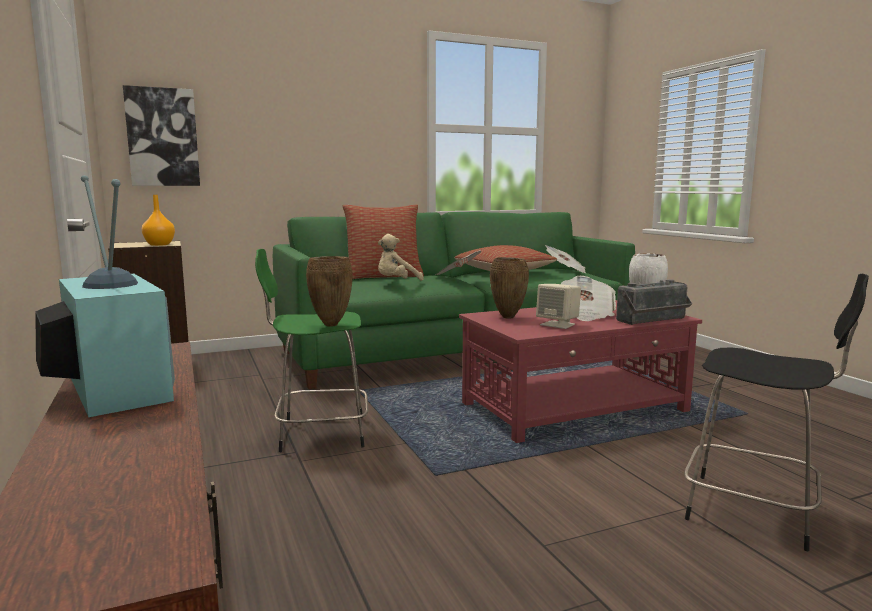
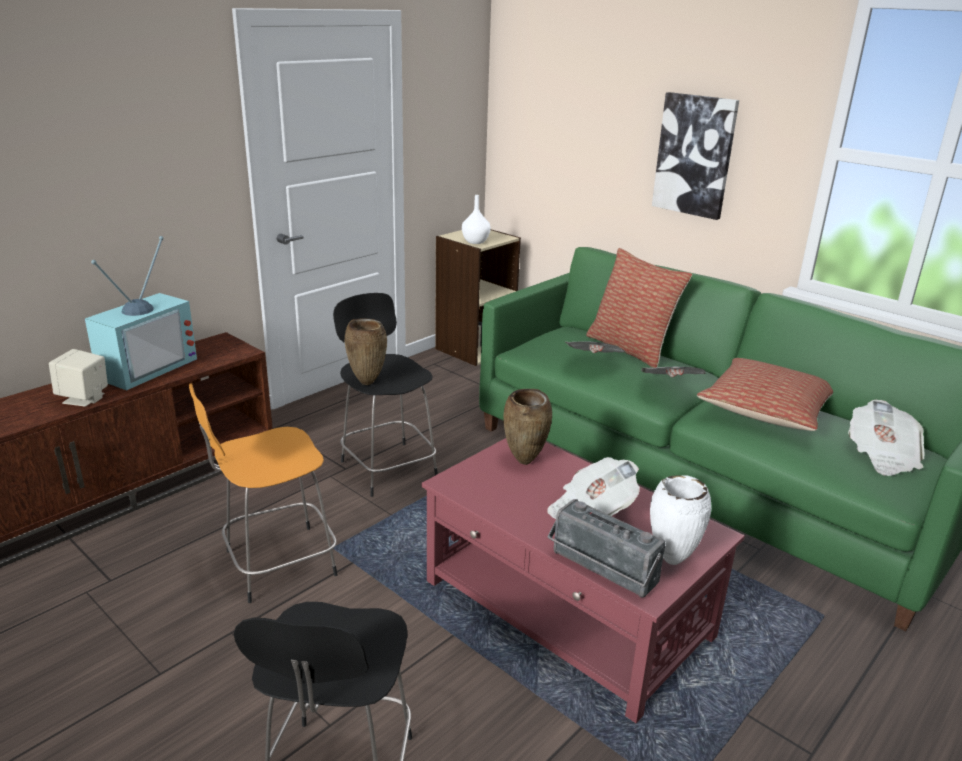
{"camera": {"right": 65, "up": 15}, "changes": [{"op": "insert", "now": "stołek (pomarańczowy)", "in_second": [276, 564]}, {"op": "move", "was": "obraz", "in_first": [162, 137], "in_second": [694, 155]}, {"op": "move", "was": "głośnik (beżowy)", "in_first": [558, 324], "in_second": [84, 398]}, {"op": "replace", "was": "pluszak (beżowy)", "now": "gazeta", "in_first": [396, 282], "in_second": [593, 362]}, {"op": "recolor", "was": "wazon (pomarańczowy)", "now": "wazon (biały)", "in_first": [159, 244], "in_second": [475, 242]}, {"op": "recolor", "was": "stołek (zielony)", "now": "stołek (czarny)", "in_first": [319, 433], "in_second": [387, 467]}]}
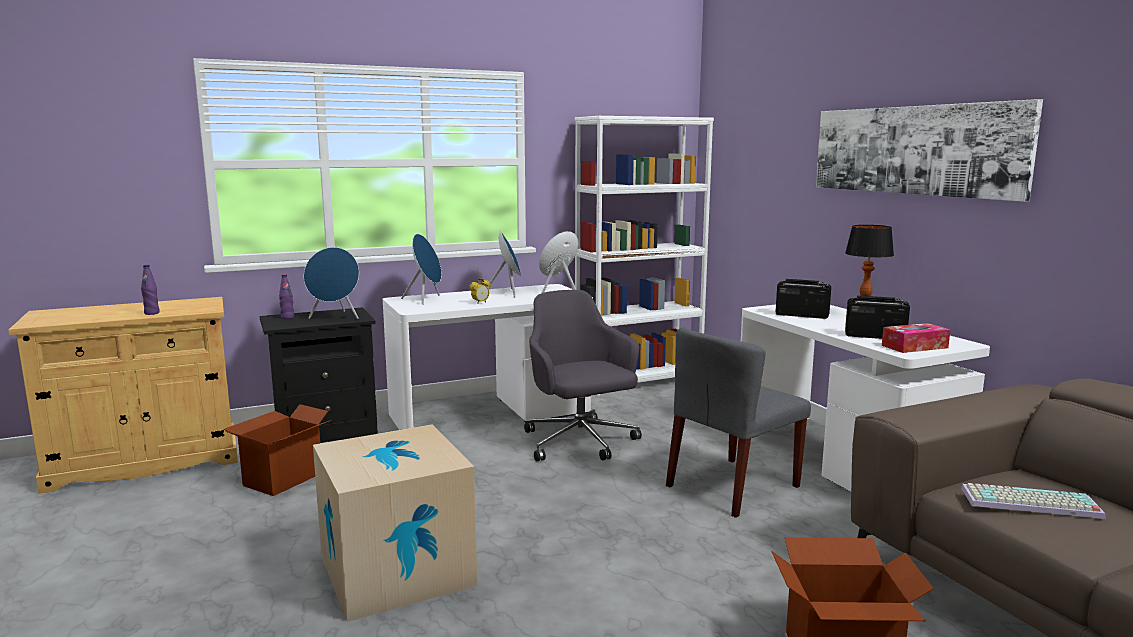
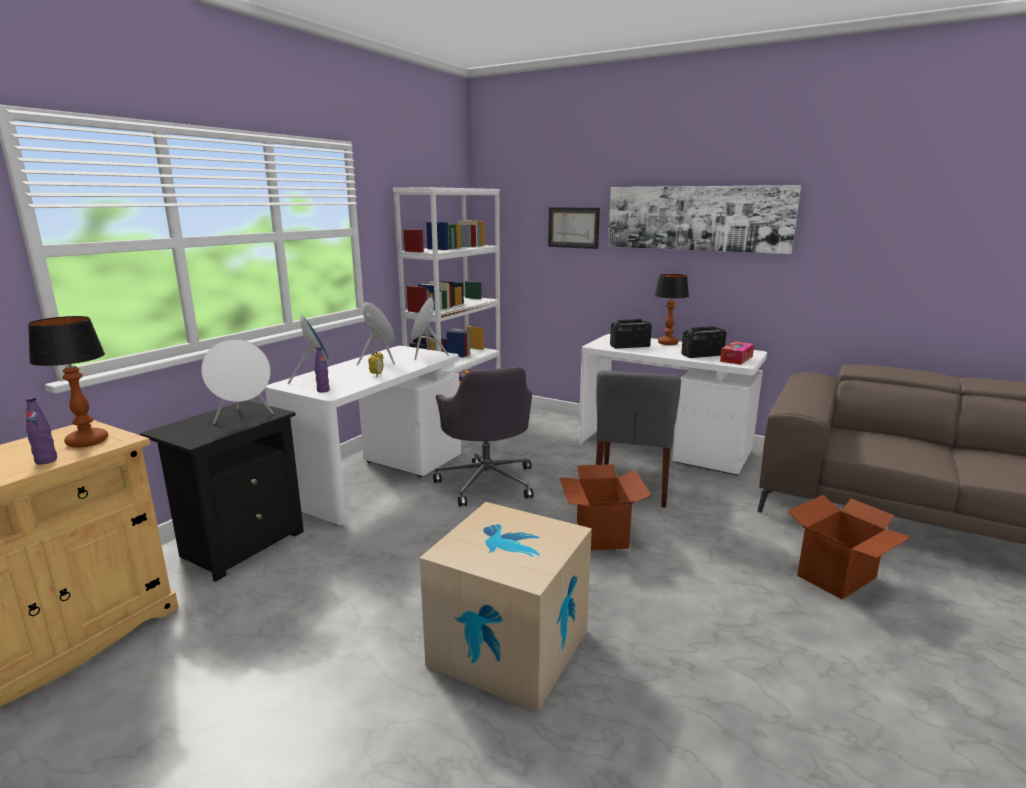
{"camera": {"right": -35, "up": 5}, "changes": [{"op": "delete", "was": "klawiatura", "in_first": [1029, 503]}, {"op": "insert", "now": "lampa stołowa", "in_second": [86, 441]}, {"op": "insert", "now": "obraz", "in_second": [573, 227]}, {"op": "move", "was": "karton", "in_first": [282, 479], "in_second": [600, 534]}, {"op": "move", "was": "butelka (fioletowy)", "in_first": [287, 317], "in_second": [323, 390]}, {"op": "recolor", "was": "głośnik (niebieski)", "now": "głośnik (biały)", "in_first": [335, 317], "in_second": [243, 417]}, {"op": "rotate", "was": "krzesło biurowe (szary)", "in_first": [580, 442], "in_second": [487, 482], "clockwise": -135}]}
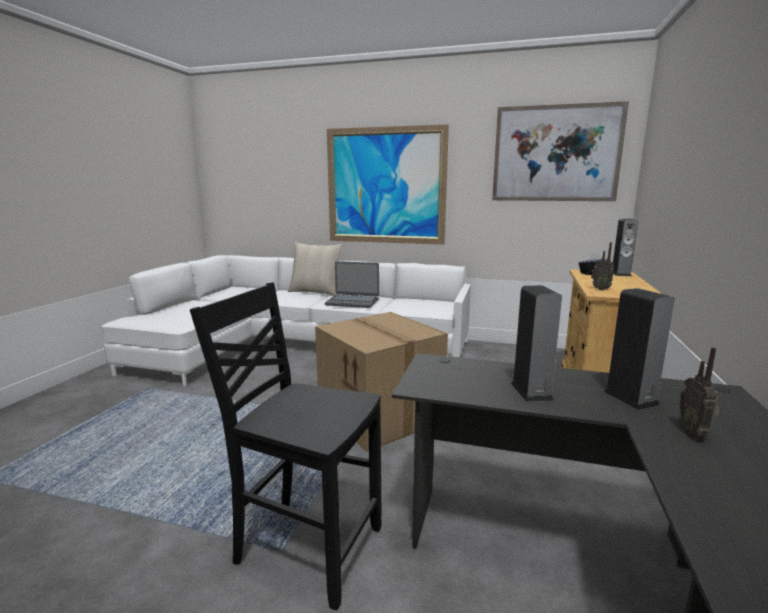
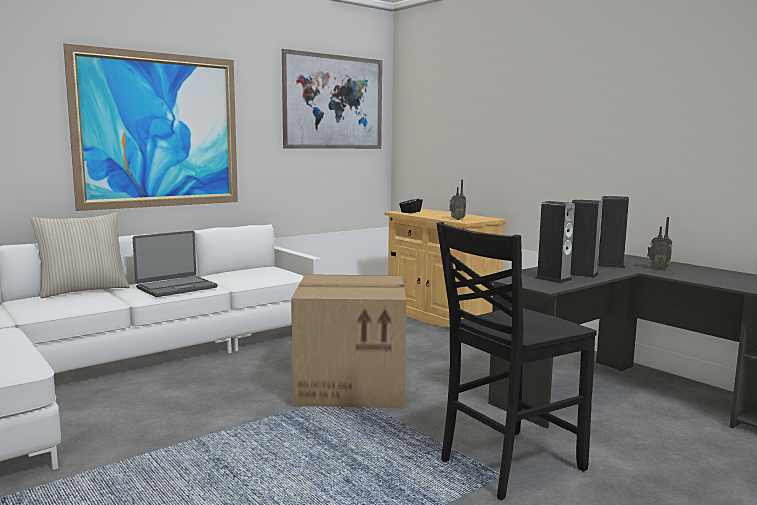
{"camera": {"right": -55, "up": -5}, "changes": [{"op": "move", "was": "głośnik", "in_first": [620, 274], "in_second": [553, 279]}]}
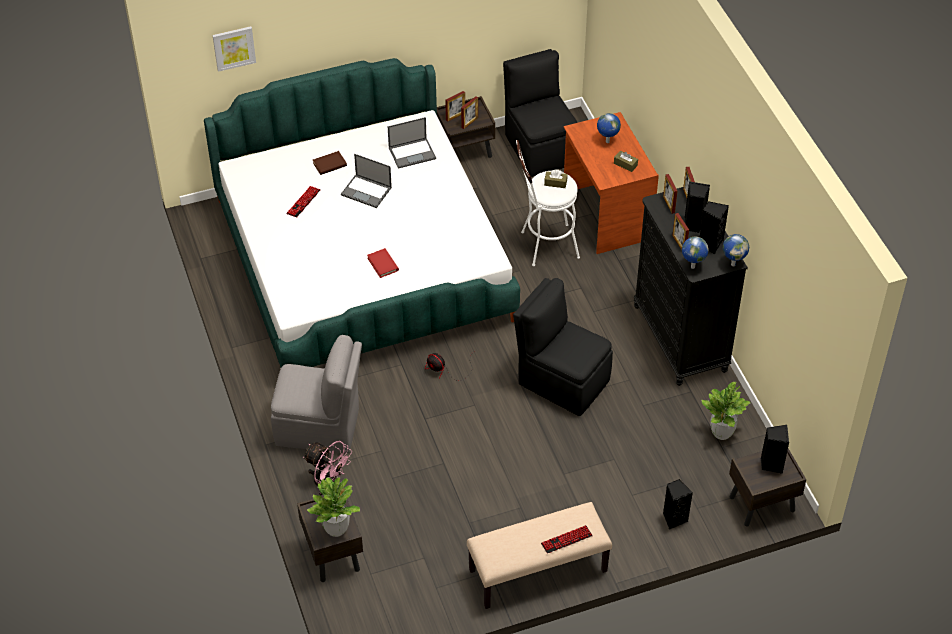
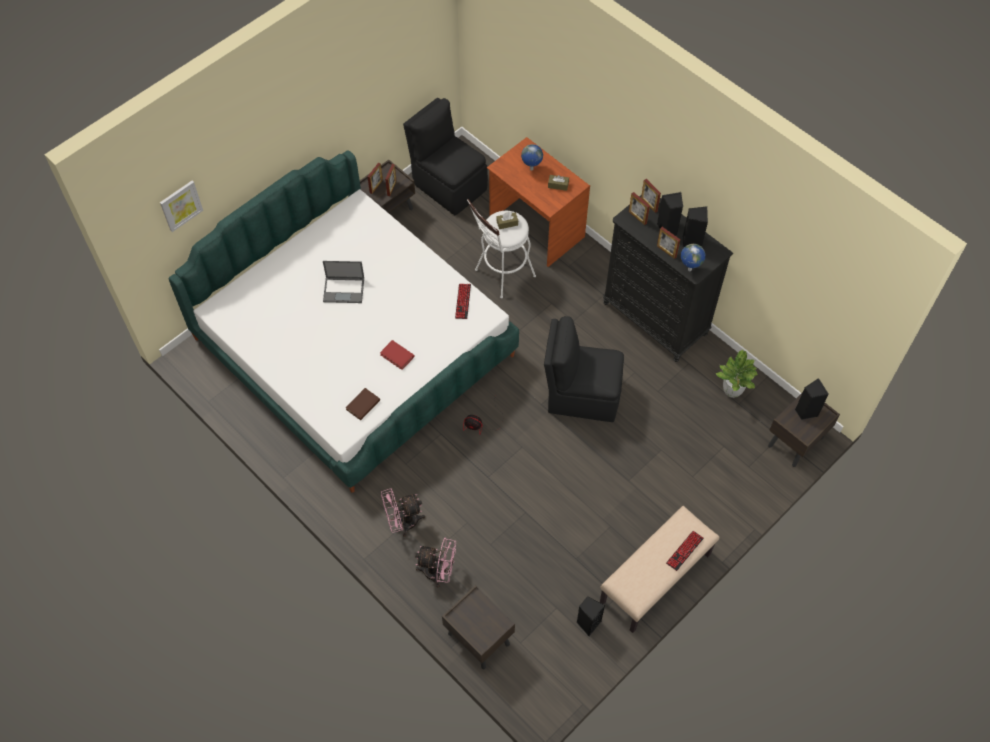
{"camera": {"right": -25, "up": 10}, "changes": [{"op": "delete", "was": "roślina doniczkowa", "in_first": [336, 529]}, {"op": "delete", "was": "laptop", "in_first": [412, 153]}, {"op": "delete", "was": "globus", "in_first": [733, 264]}, {"op": "move", "was": "klawiatura", "in_first": [303, 202], "in_second": [463, 301]}, {"op": "move", "was": "książka (brązowy)", "in_first": [329, 164], "in_second": [363, 405]}, {"op": "move", "was": "głośnik (czarny)", "in_first": [674, 518], "in_second": [588, 623]}, {"op": "replace", "was": "krzesło (szary)", "now": "wentylator (różowy)", "in_first": [320, 427], "in_second": [403, 523]}]}
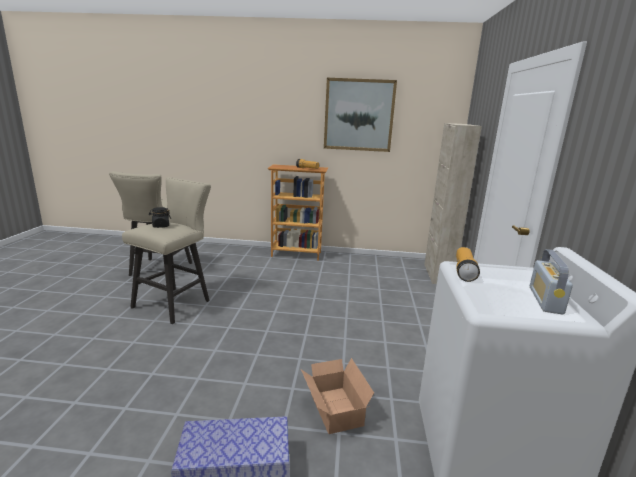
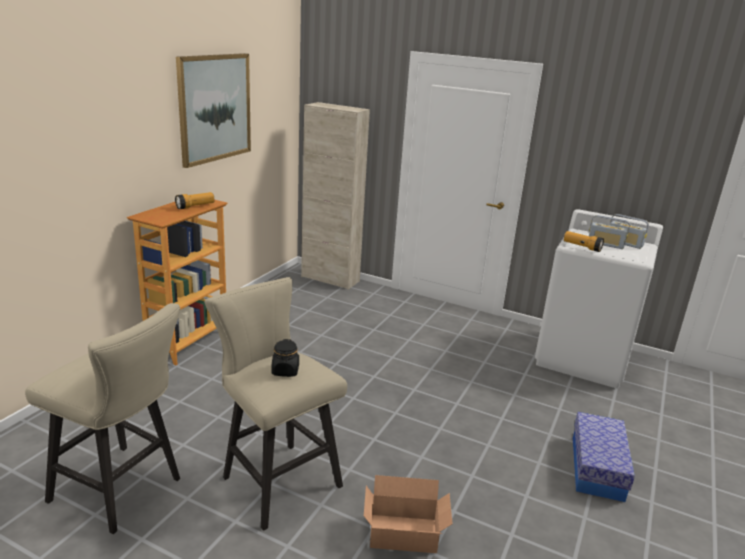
{"camera": {"right": -70, "up": 5}, "changes": [{"op": "insert", "now": "radio", "in_second": [605, 244]}, {"op": "move", "was": "karton", "in_first": [334, 411], "in_second": [405, 535]}]}
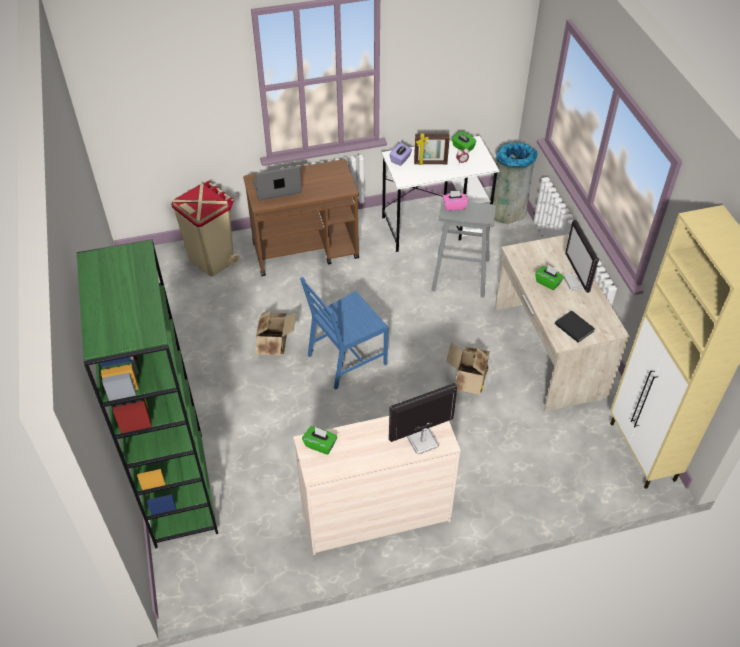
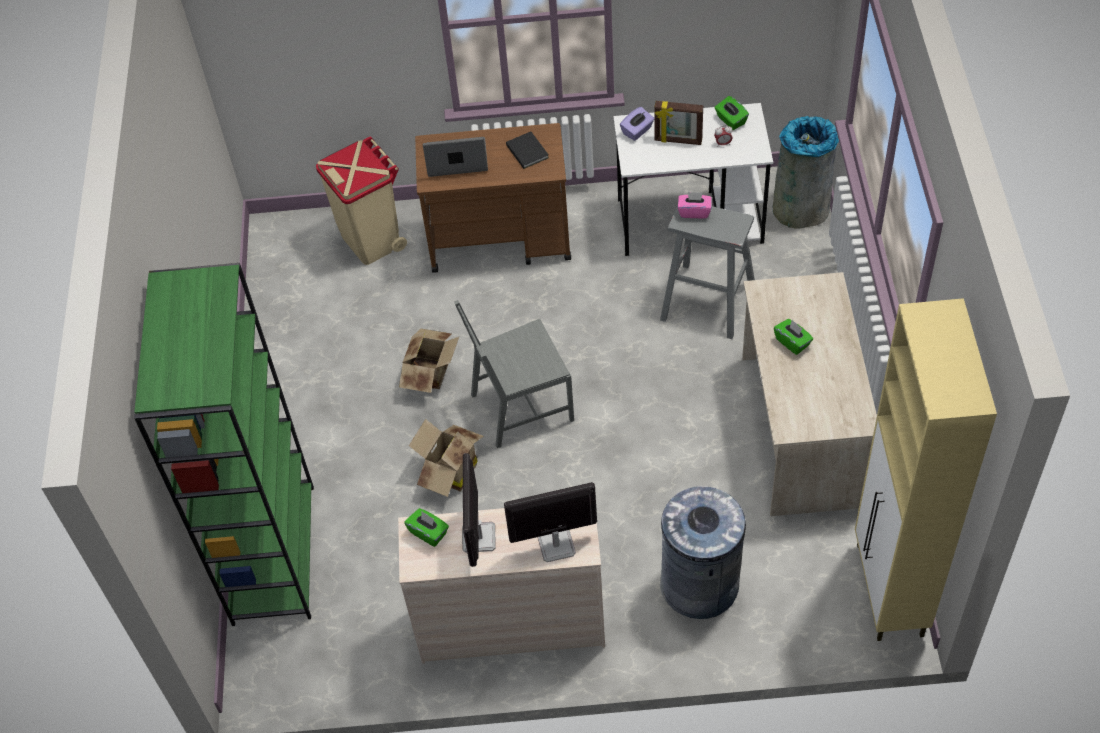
{"camera": {"right": 15, "up": 5}, "changes": [{"op": "insert", "now": "kosz na śmieci (szary)", "in_second": [700, 585]}, {"op": "move", "was": "karton", "in_first": [467, 380], "in_second": [449, 472]}, {"op": "move", "was": "książka (czarny)", "in_first": [574, 326], "in_second": [527, 150]}, {"op": "move", "was": "monitor", "in_first": [577, 282], "in_second": [479, 538]}, {"op": "recolor", "was": "krzesło (niebieski)", "now": "krzesło (szary)", "in_first": [346, 359], "in_second": [521, 407]}]}
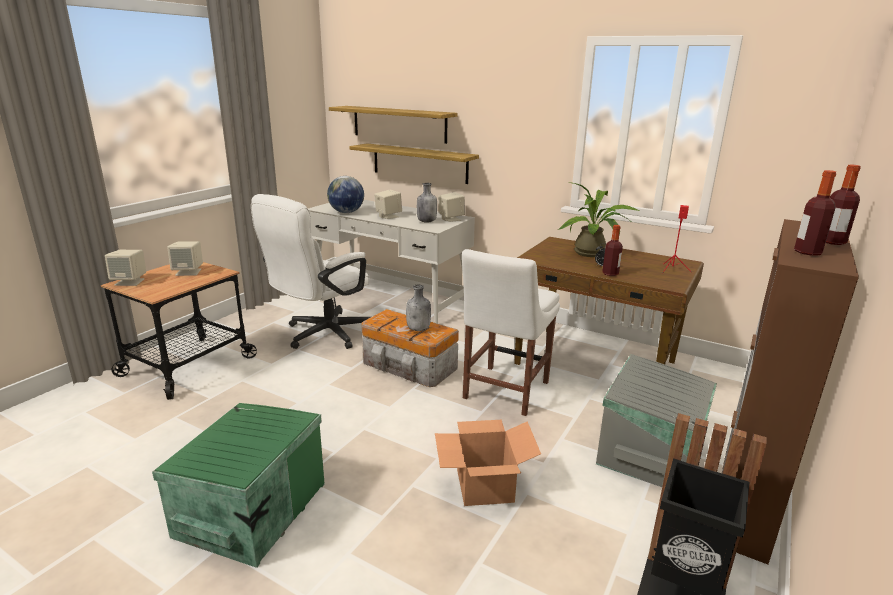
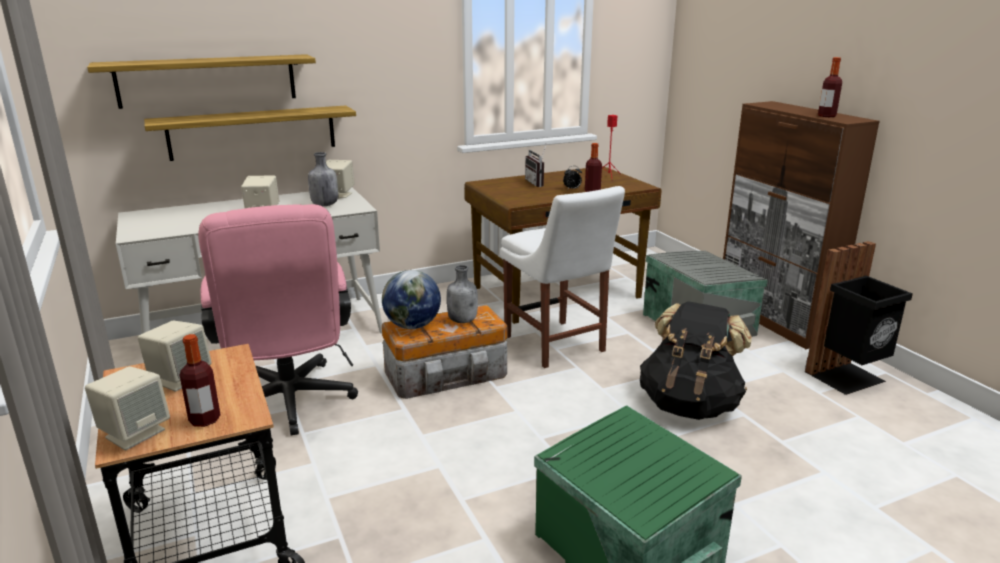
{"camera": {"right": -55, "up": 0}, "changes": [{"op": "move", "was": "globus", "in_first": [346, 212], "in_second": [412, 326]}, {"op": "move", "was": "butelka", "in_first": [832, 242], "in_second": [204, 420]}, {"op": "replace", "was": "karton", "now": "plecak (czarny)", "in_first": [485, 486], "in_second": [689, 405]}, {"op": "replace", "was": "roślina doniczkowa", "now": "radio", "in_first": [593, 254], "in_second": [538, 183]}, {"op": "recolor", "was": "krzesło biurowe (biały)", "now": "krzesło biurowe (różowy)", "in_first": [322, 335], "in_second": [289, 405]}]}
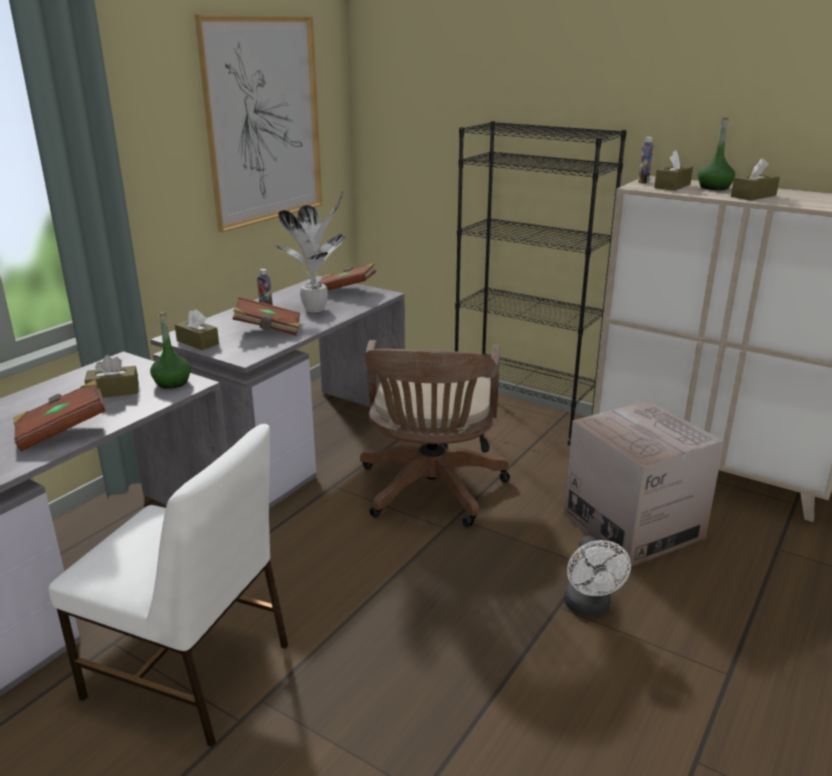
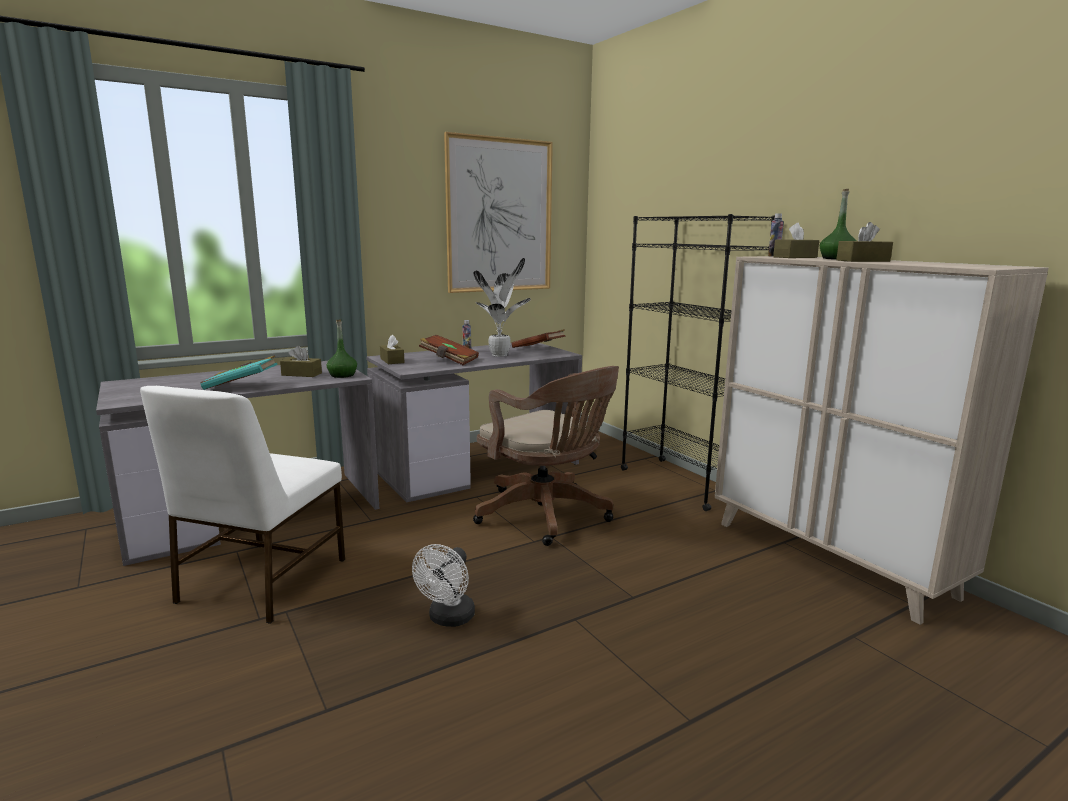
{"camera": {"right": 25, "up": -10}, "changes": [{"op": "delete", "was": "karton", "in_first": [633, 526]}, {"op": "move", "was": "wentylator (biały)", "in_first": [589, 607], "in_second": [448, 619]}, {"op": "recolor", "was": "książka (brązowy)", "now": "książka (turkusowy)", "in_first": [63, 431], "in_second": [241, 386]}, {"op": "rotate", "was": "krzesło (biały)", "in_first": [190, 673], "in_second": [261, 581], "clockwise": 60}, {"op": "rotate", "was": "krzesło biurowe (brązowy)", "in_first": [430, 492], "in_second": [547, 516], "clockwise": -75}]}
